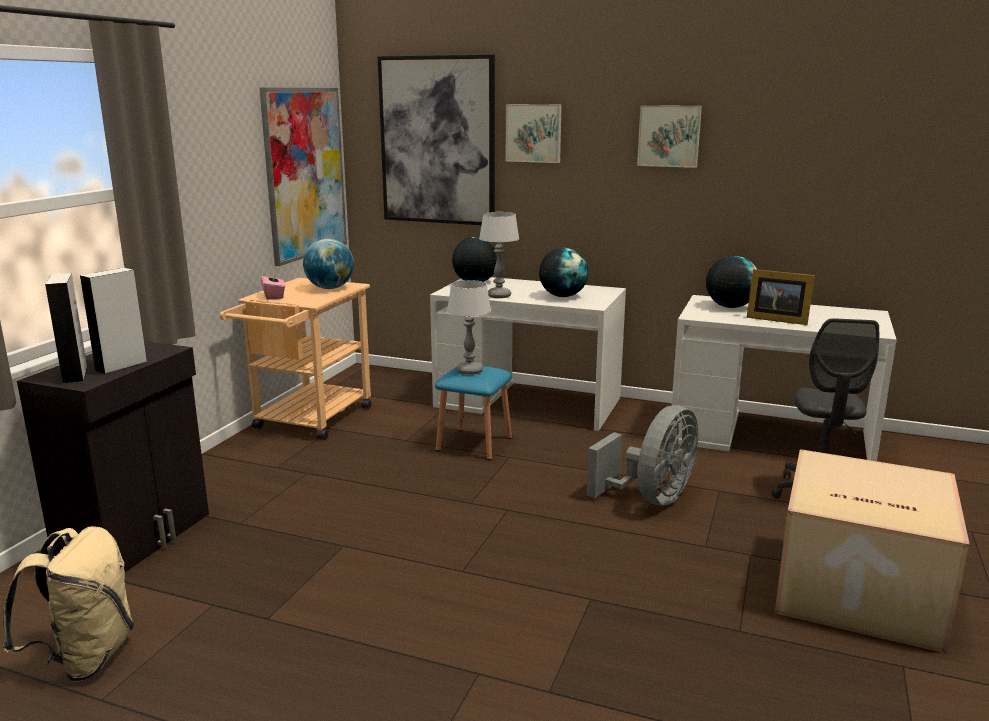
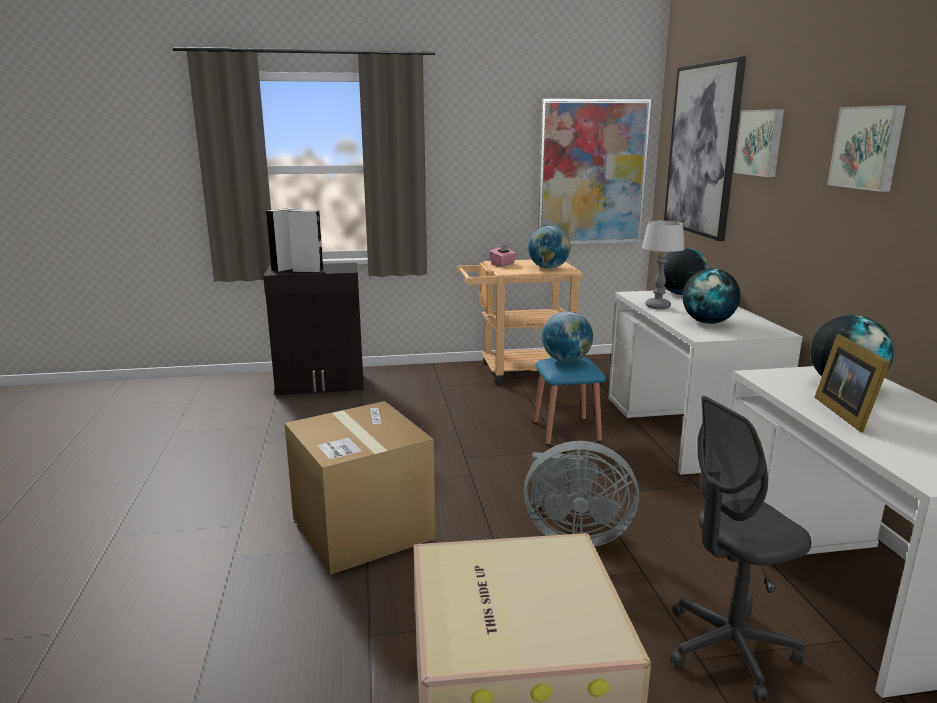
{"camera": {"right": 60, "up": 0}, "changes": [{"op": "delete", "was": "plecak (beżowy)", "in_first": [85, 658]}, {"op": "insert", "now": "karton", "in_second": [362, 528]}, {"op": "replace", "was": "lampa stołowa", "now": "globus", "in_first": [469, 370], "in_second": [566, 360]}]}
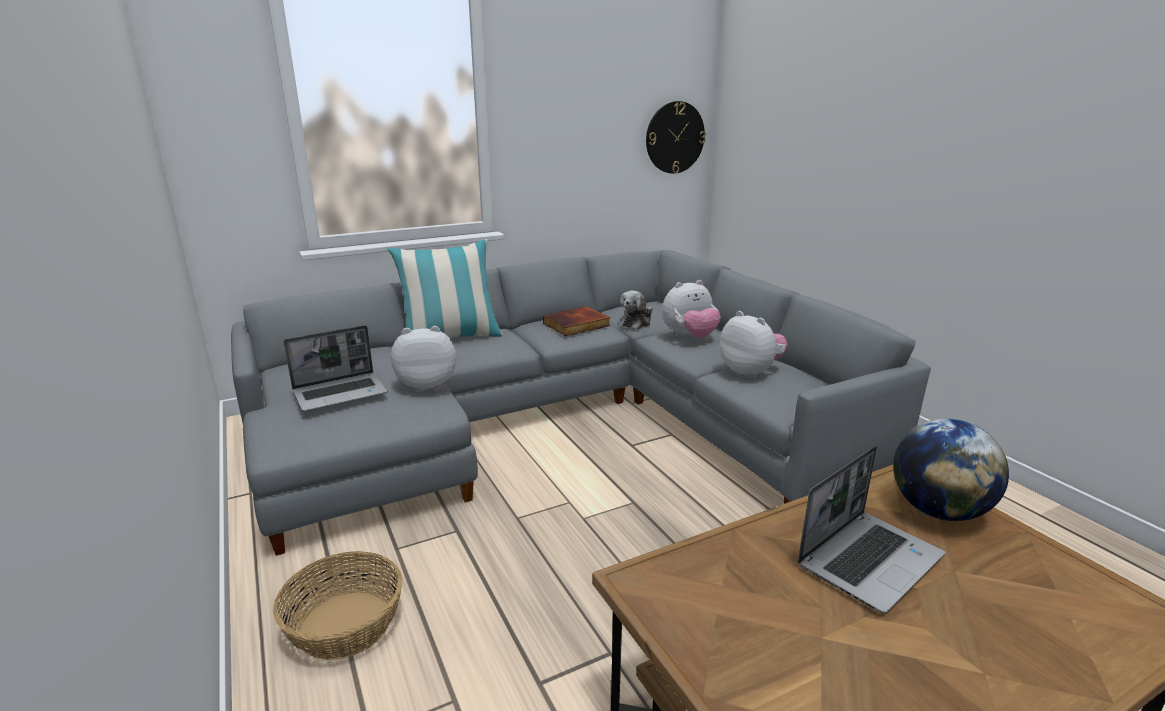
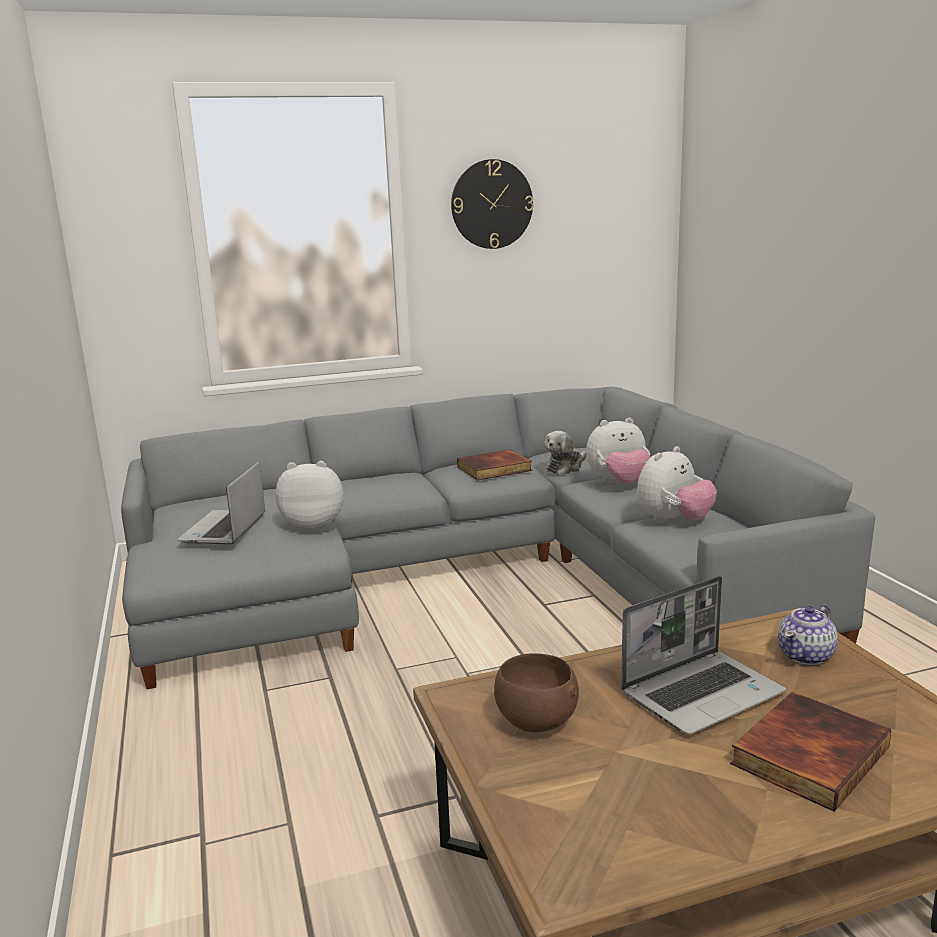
{"camera": {"right": 10, "up": -5}, "changes": [{"op": "delete", "was": "koszyk", "in_first": [346, 624]}, {"op": "delete", "was": "poduszka", "in_first": [451, 338]}, {"op": "insert", "now": "miska (brązowy)", "in_second": [535, 721]}, {"op": "insert", "now": "książka", "in_second": [807, 753]}, {"op": "move", "was": "zegar ścienny", "in_first": [675, 137], "in_second": [491, 204]}, {"op": "replace", "was": "globus", "now": "imbryk", "in_first": [938, 511], "in_second": [806, 655]}, {"op": "rotate", "was": "laptop", "in_first": [341, 393], "in_second": [224, 529], "clockwise": 120}, {"op": "rotate", "was": "pluszak", "in_first": [750, 372], "in_second": [673, 521], "clockwise": 75}]}
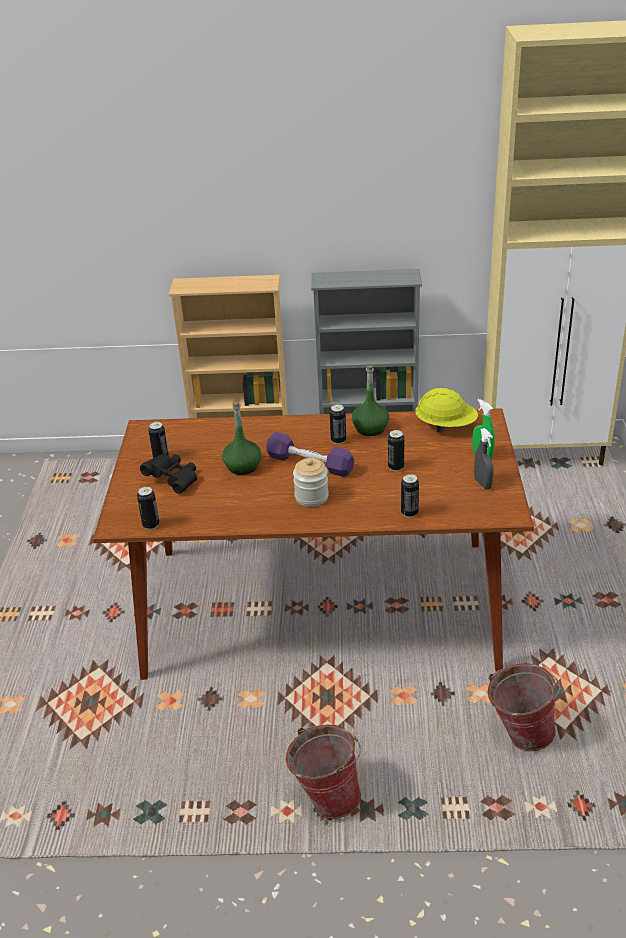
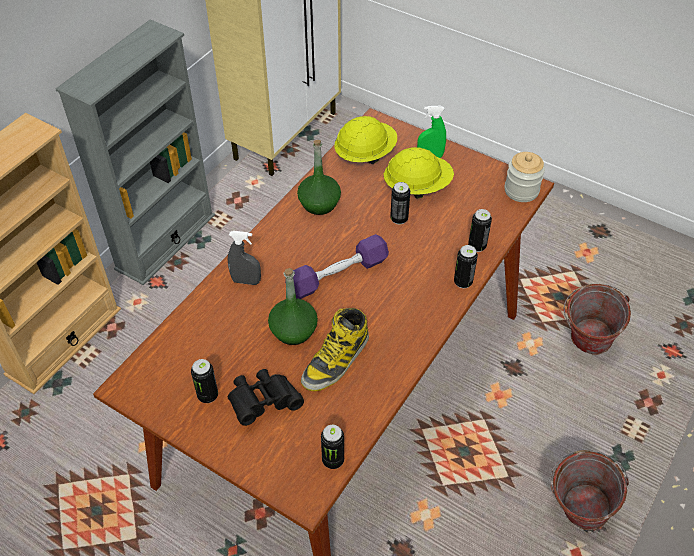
{"camera": {"right": -60, "up": 15}, "changes": [{"op": "insert", "now": "but z cholewką", "in_second": [336, 360]}, {"op": "insert", "now": "kask (żółty)", "in_second": [417, 187]}, {"op": "move", "was": "słoik", "in_first": [311, 497], "in_second": [521, 190]}, {"op": "move", "was": "puszka", "in_first": [338, 440], "in_second": [463, 282]}, {"op": "move", "was": "spryskiwacz (szary)", "in_first": [482, 484], "in_second": [246, 281]}]}
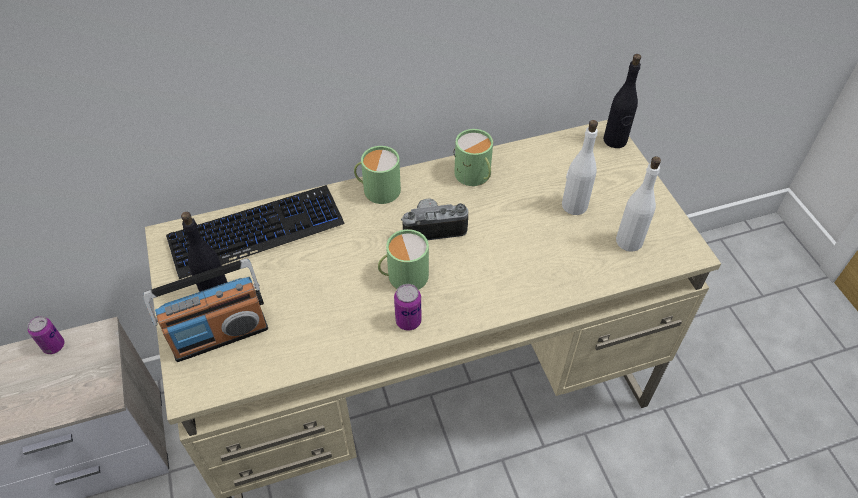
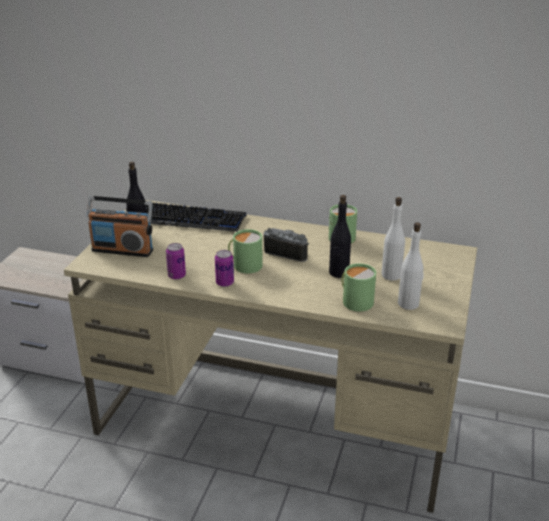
{"camera": {"right": 35, "up": -20}, "changes": [{"op": "move", "was": "puszka", "in_first": [54, 346], "in_second": [177, 276]}, {"op": "move", "was": "kubek (zielony)", "in_first": [378, 189], "in_second": [355, 300]}, {"op": "move", "was": "butelka (czarny)", "in_first": [615, 140], "in_second": [338, 273]}]}
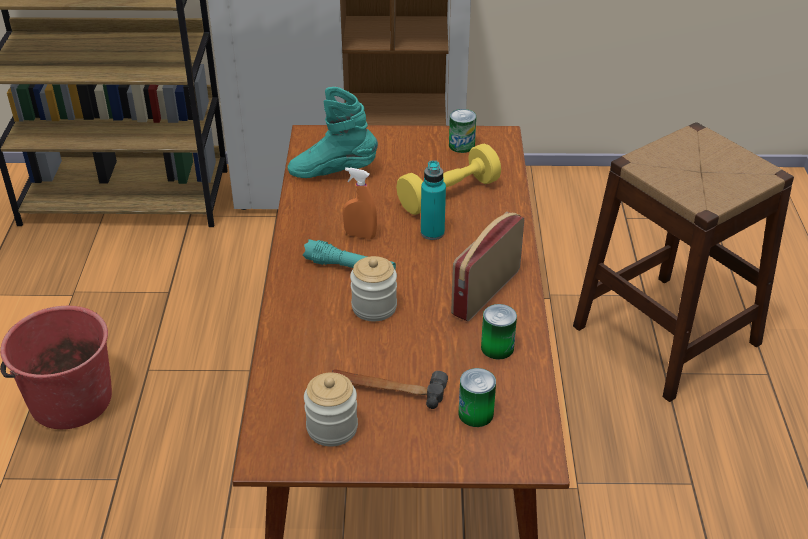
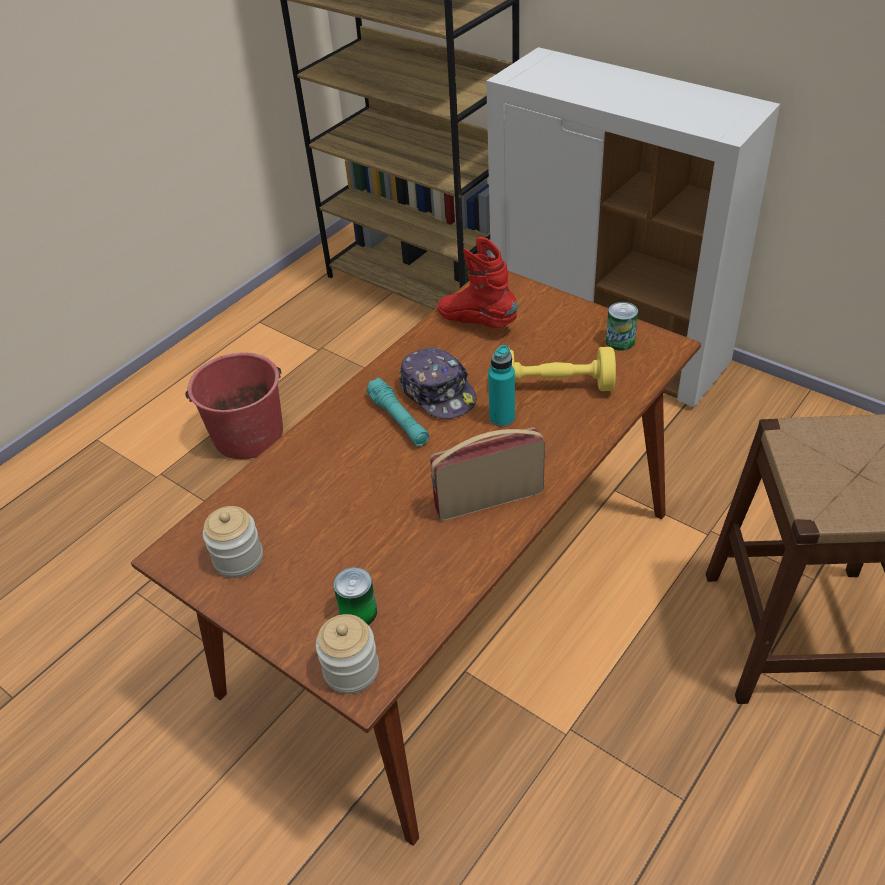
{"camera": {"right": 40, "up": 5}, "changes": [{"op": "delete", "was": "młotek", "in_first": [387, 388]}, {"op": "delete", "was": "puszka", "in_first": [497, 347]}, {"op": "move", "was": "słoik", "in_first": [374, 307], "in_second": [351, 670]}, {"op": "replace", "was": "spryskiwacz (pomarańczowy)", "now": "czapka z daszkiem", "in_first": [360, 235], "in_second": [438, 393]}, {"op": "recolor", "was": "but z cholewką (turkusowy)", "now": "but z cholewką (czerwony)", "in_first": [333, 171], "in_second": [477, 322]}]}
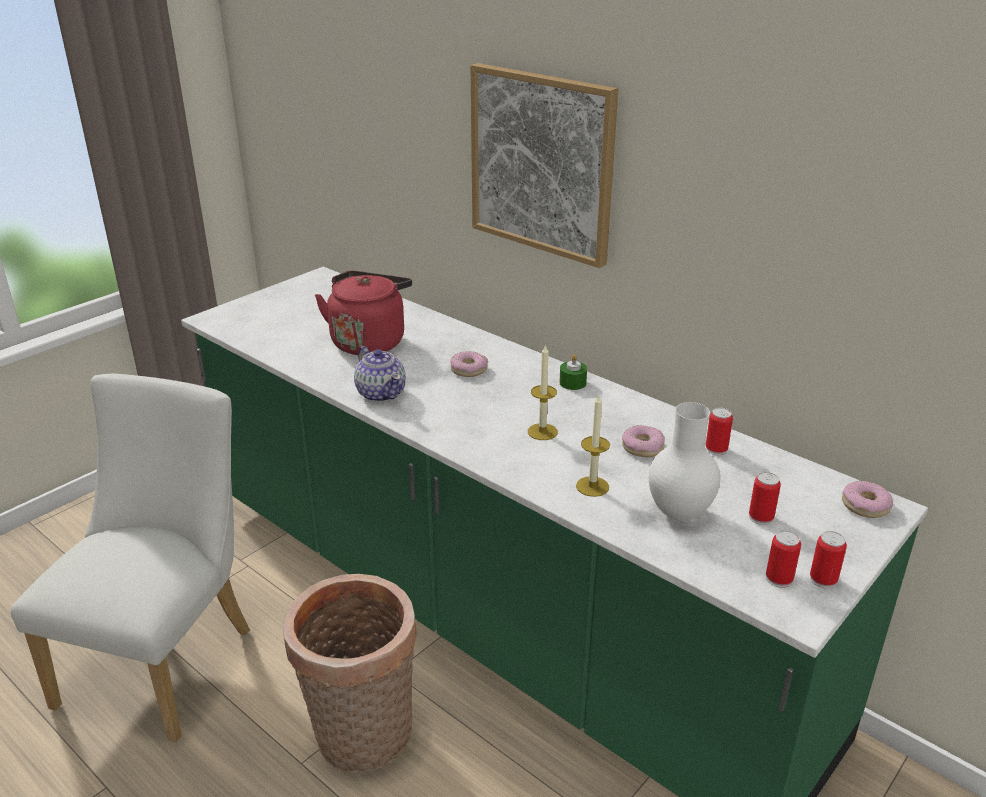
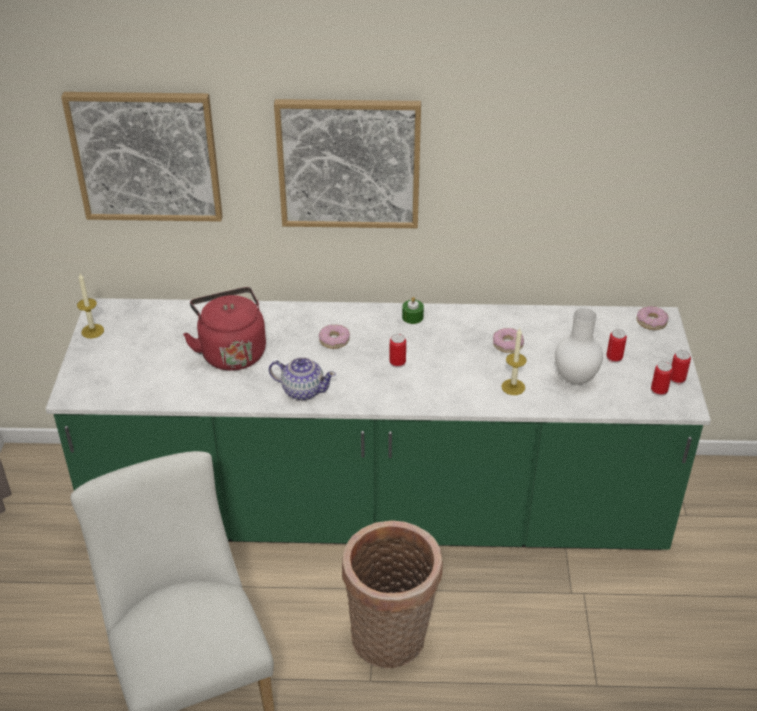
{"camera": {"right": -40, "up": 10}, "changes": [{"op": "insert", "now": "obraz", "in_second": [146, 156]}, {"op": "move", "was": "świeca", "in_first": [542, 432], "in_second": [92, 331]}, {"op": "move", "was": "puszka", "in_first": [716, 449], "in_second": [397, 362]}]}
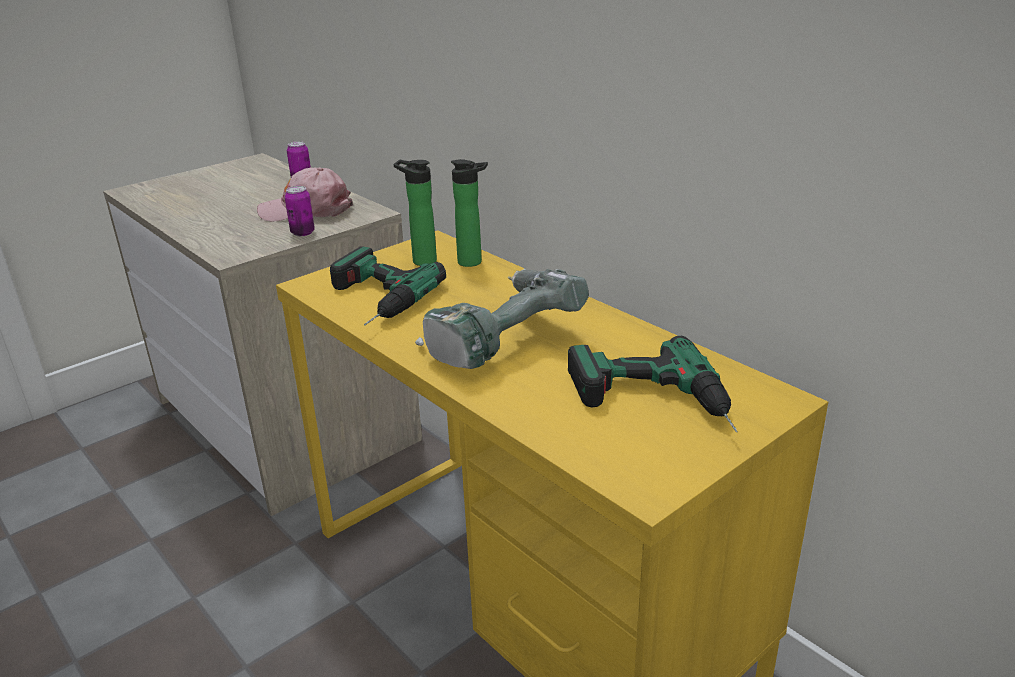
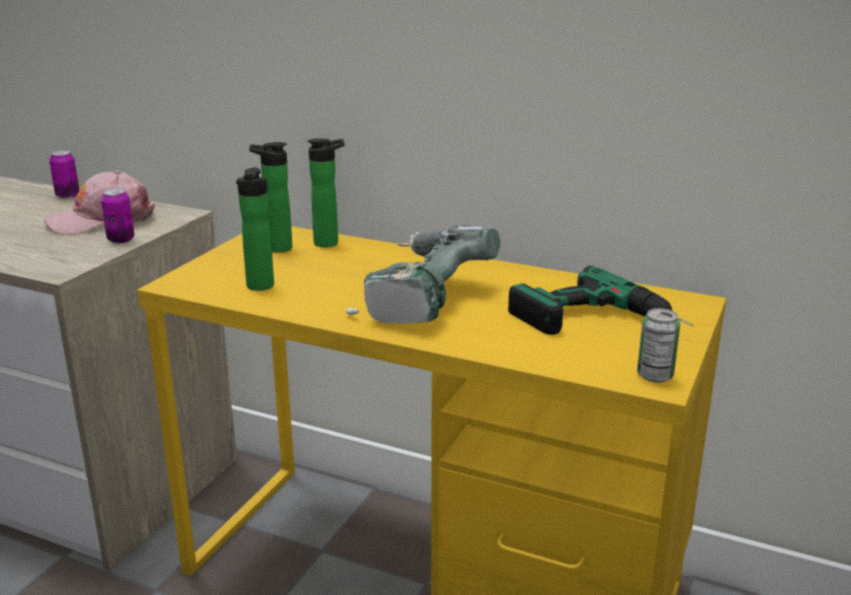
{"camera": {"right": -25, "up": -5}, "changes": [{"op": "insert", "now": "puszka", "in_second": [655, 376]}, {"op": "replace", "was": "wiertarka", "now": "butelka", "in_first": [371, 300], "in_second": [259, 287]}]}
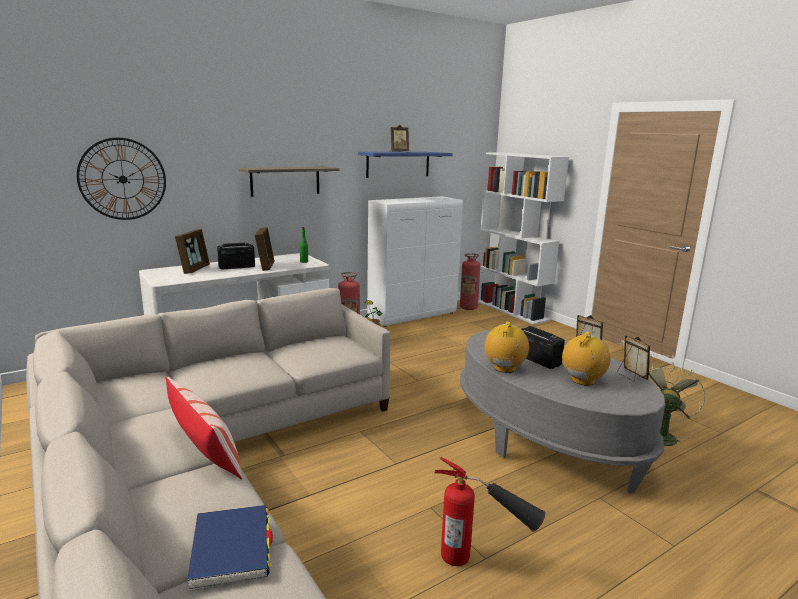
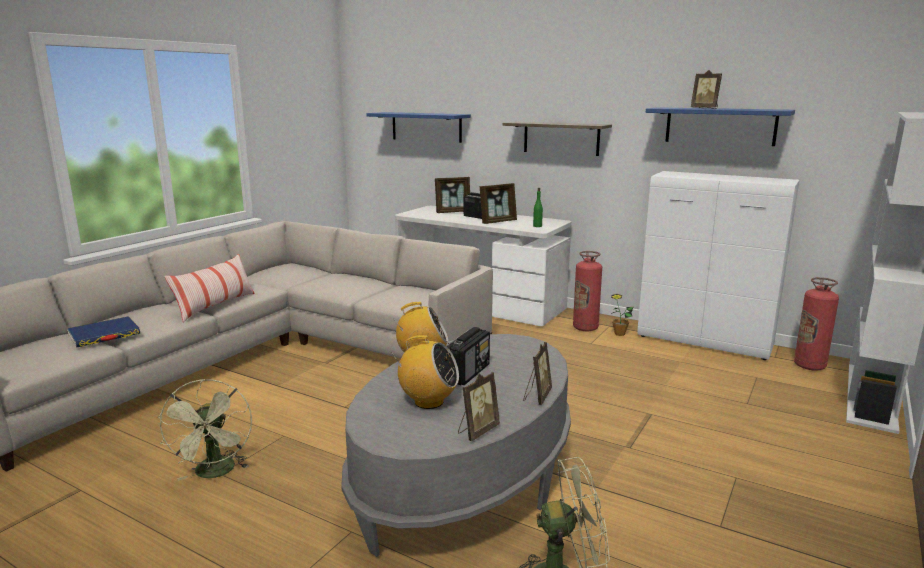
{"camera": {"right": 65, "up": 0}, "changes": [{"op": "replace", "was": "zegar ścienny", "now": "półka (niebieski)", "in_first": [123, 179], "in_second": [426, 127]}, {"op": "replace", "was": "gaśnica", "now": "wentylator (zielony)", "in_first": [482, 561], "in_second": [215, 473]}]}
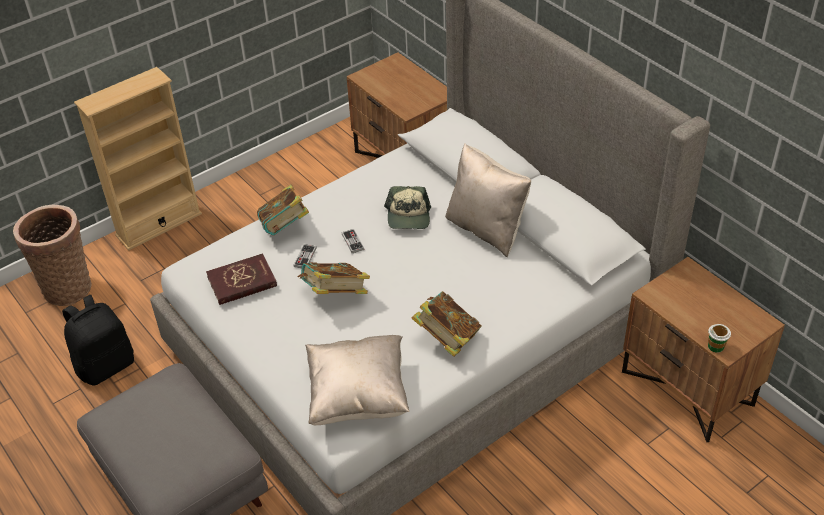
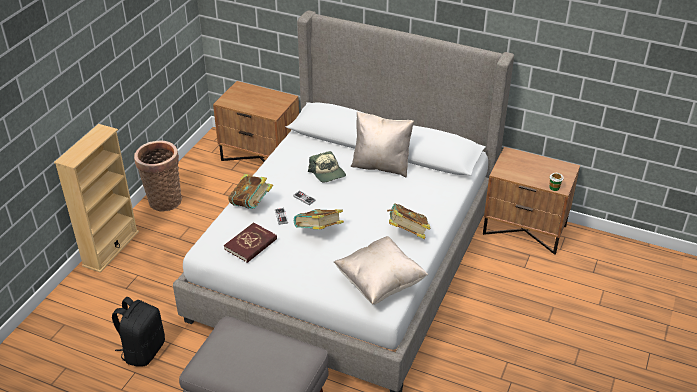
{"camera": {"right": -30, "up": -5}, "changes": [{"op": "move", "was": "koszyk", "in_first": [67, 286], "in_second": [164, 199]}]}
